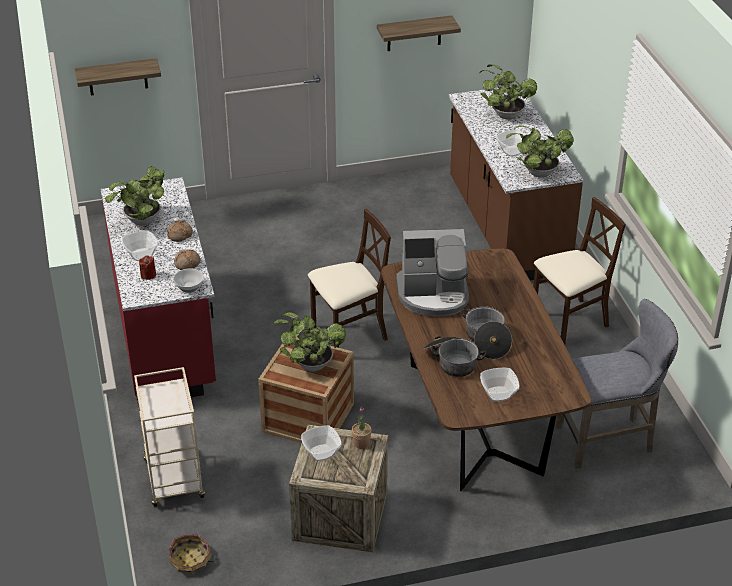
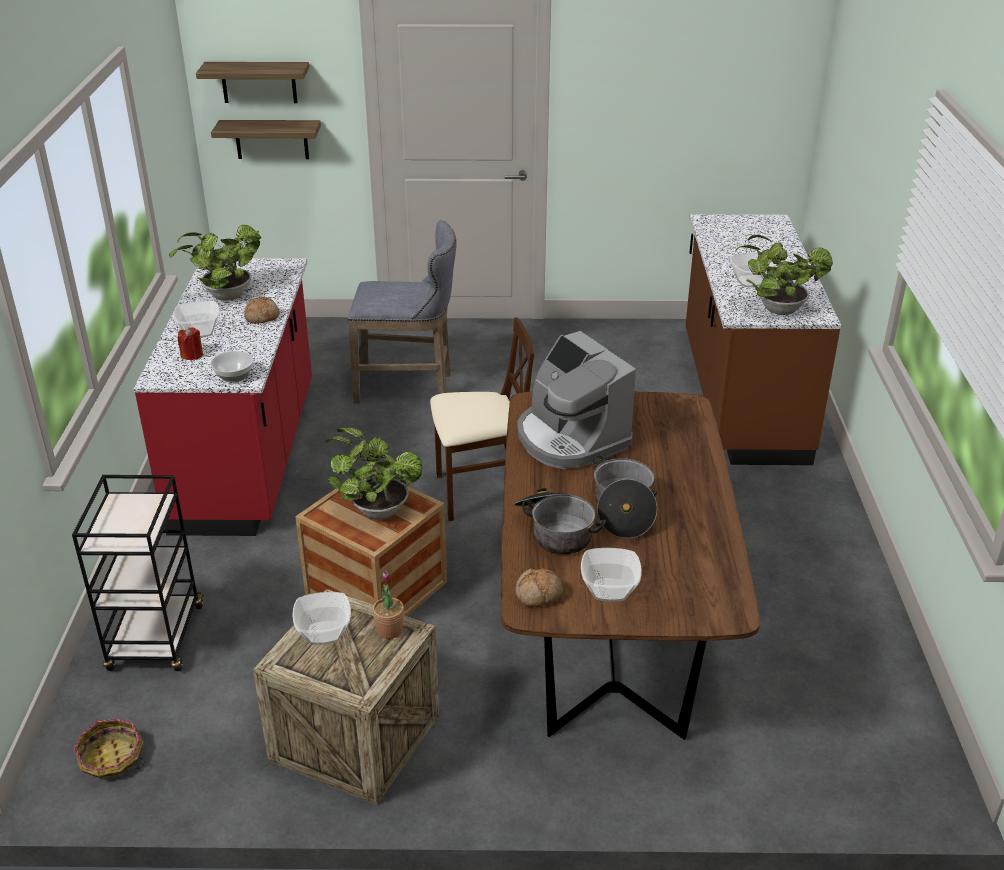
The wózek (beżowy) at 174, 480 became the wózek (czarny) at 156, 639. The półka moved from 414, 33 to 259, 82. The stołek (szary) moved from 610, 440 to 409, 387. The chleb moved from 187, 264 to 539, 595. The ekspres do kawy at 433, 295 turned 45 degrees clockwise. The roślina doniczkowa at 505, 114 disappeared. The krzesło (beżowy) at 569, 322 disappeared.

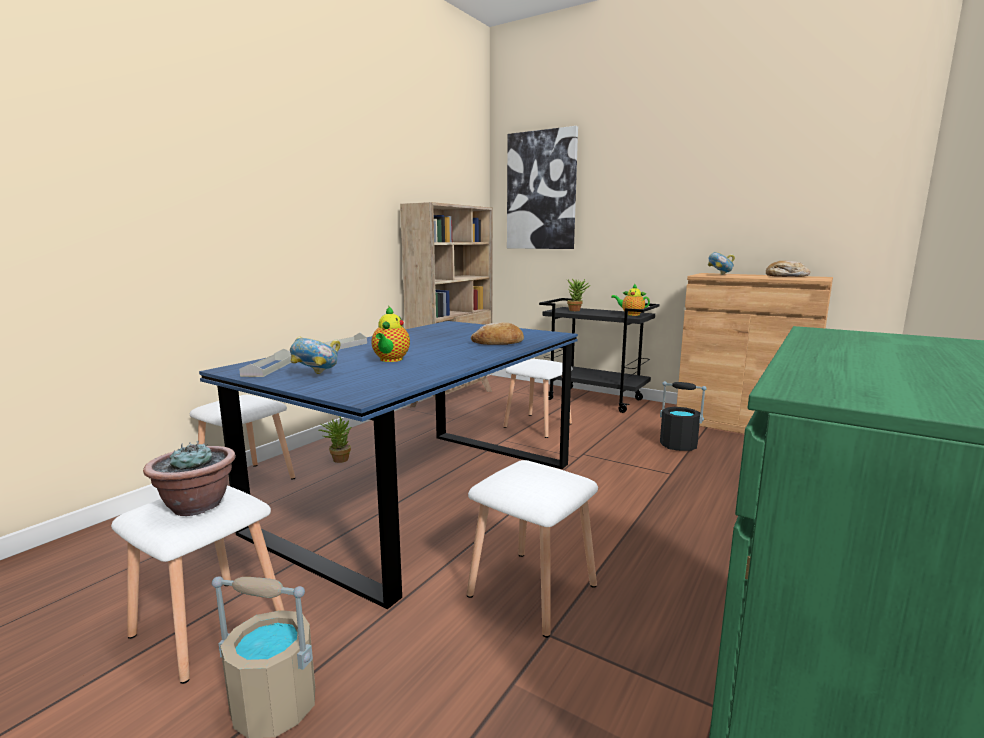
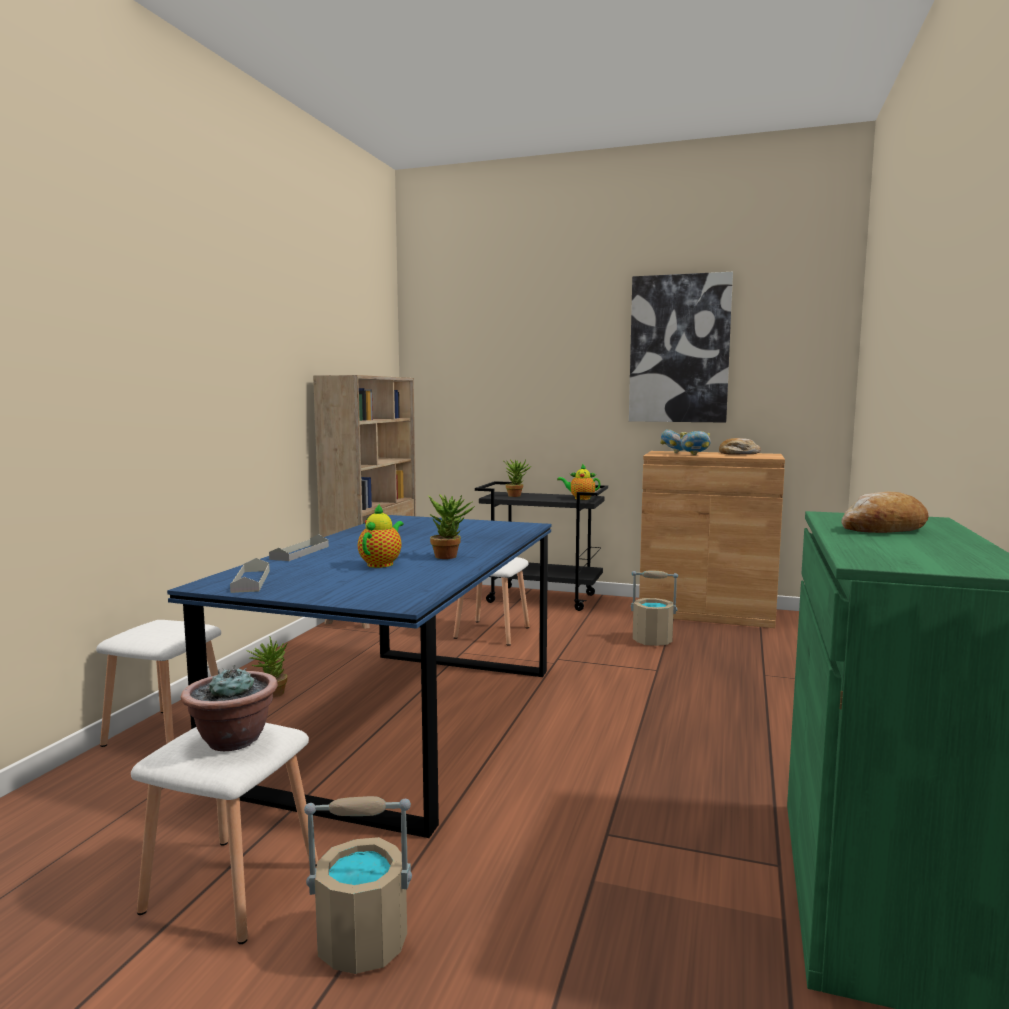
The imbryk at 390, 360 turned 150 degrees counterclockwise. The roślina doniczkowa at 450, 556 appeared. The obraz moved from 541, 191 to 679, 349. The wiadro (czarny) at 678, 445 became the wiadro (beżowy) at 653, 640. The miska moved from 316, 375 to 695, 455. The chleb moved from 498, 343 to 883, 529. The stołek (biały) at 532, 592 disappeared.

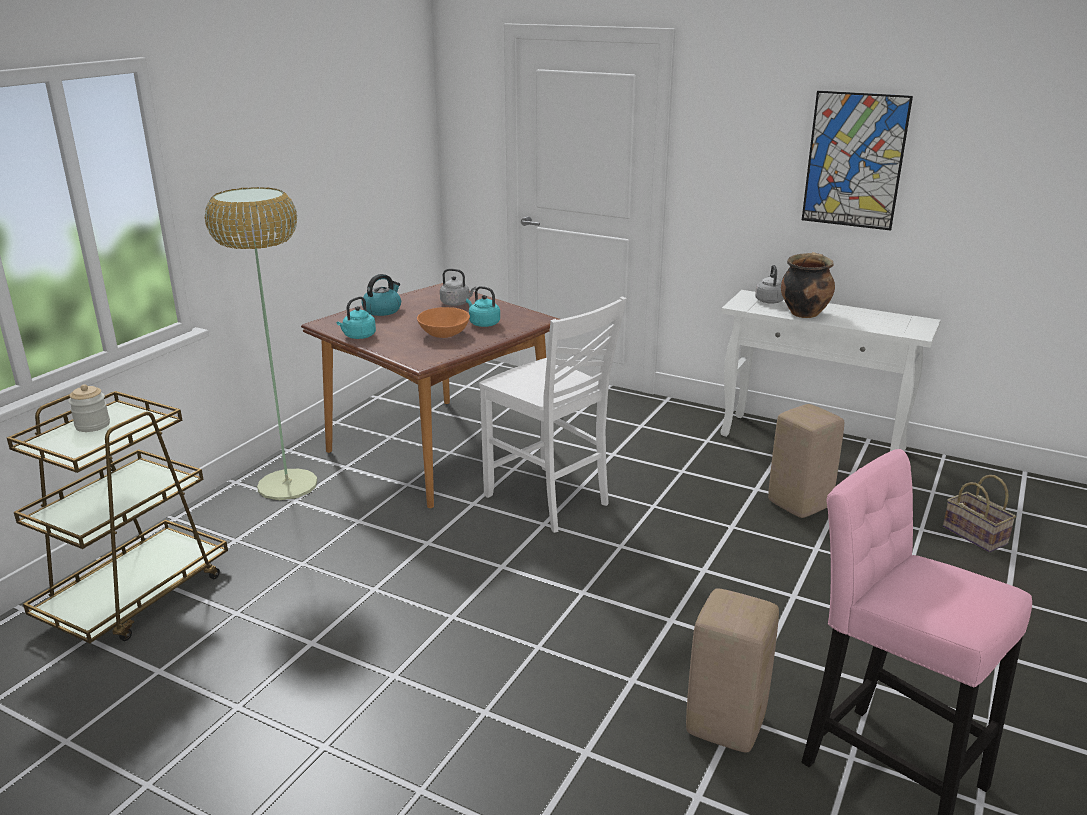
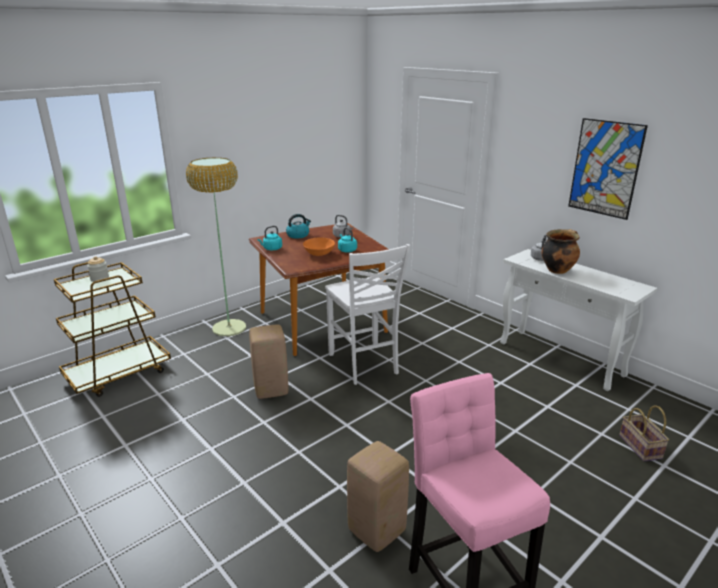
The stołek (beżowy) moved from 800, 504 to 272, 390.

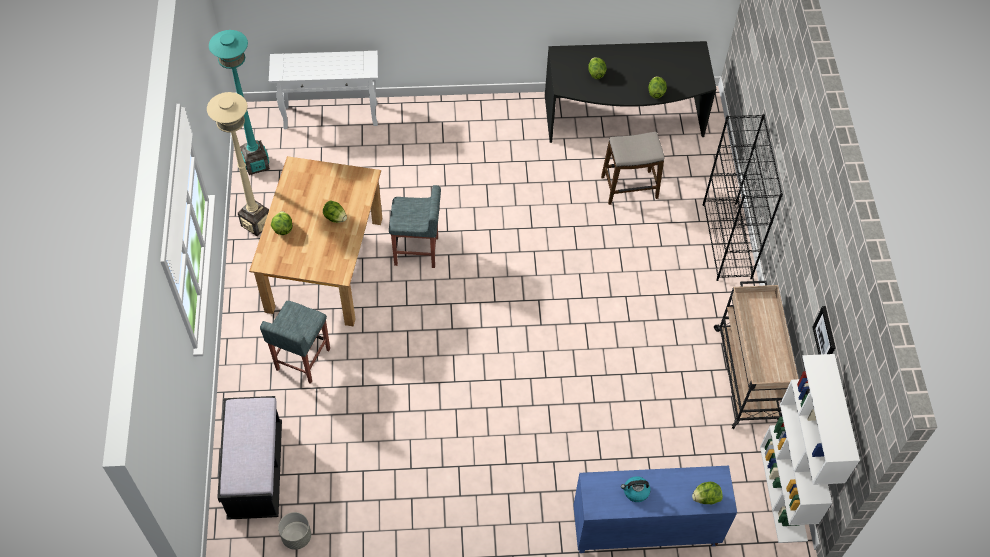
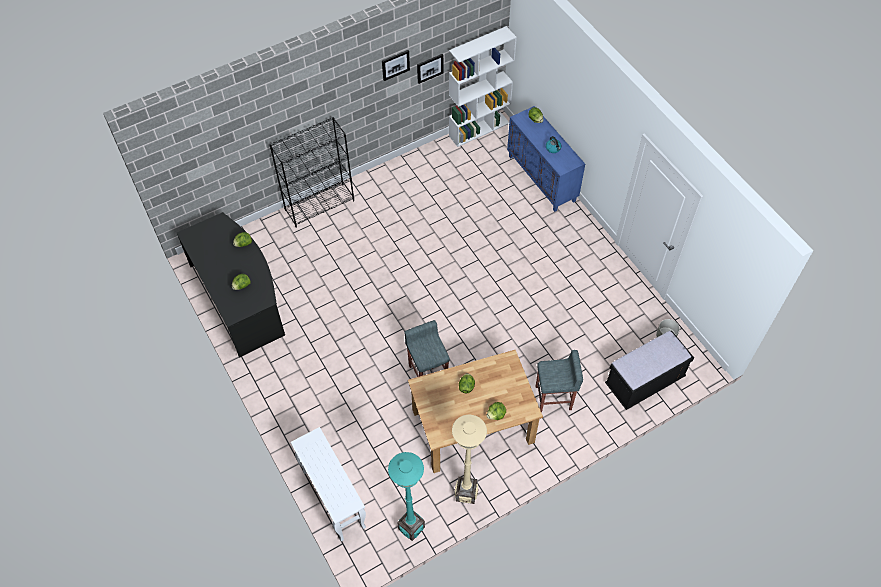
The obraz at 395, 64 appeared. The stołek at 629, 188 disappeared. The wózek (beżowy) at 747, 375 disappeared.

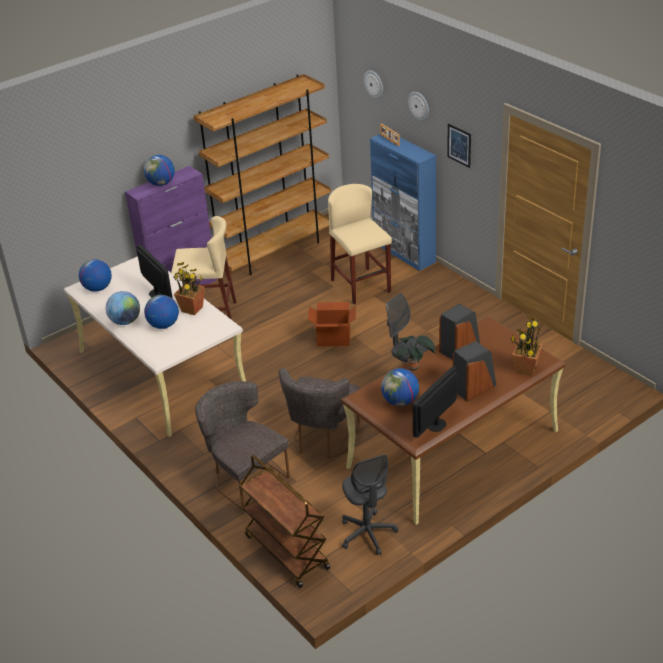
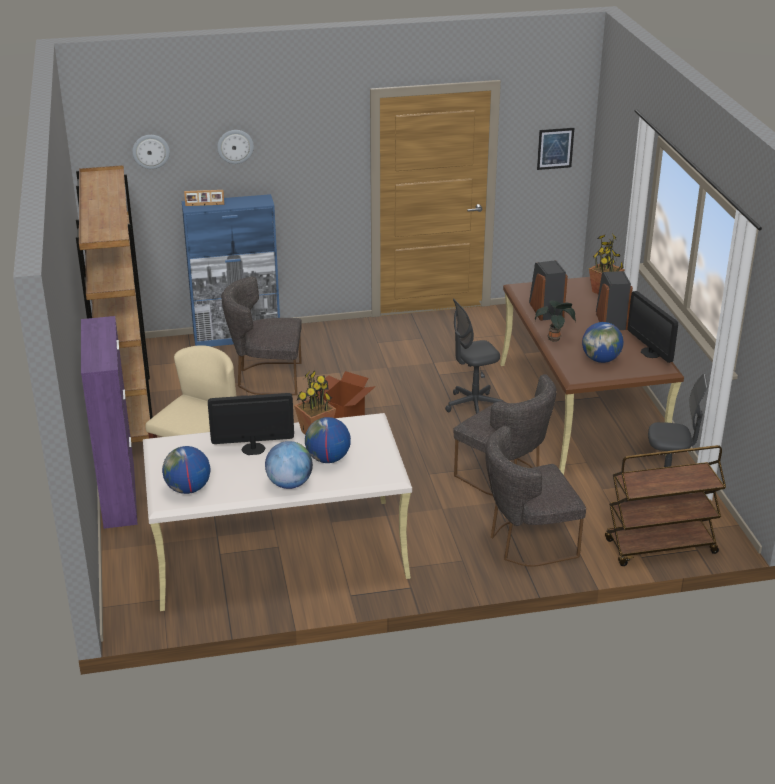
The stołek (beżowy) at 360, 286 was replaced by the krzesło (szary) at 266, 378. The obraz moved from 459, 145 to 555, 148. The globus at 161, 184 disappeared.

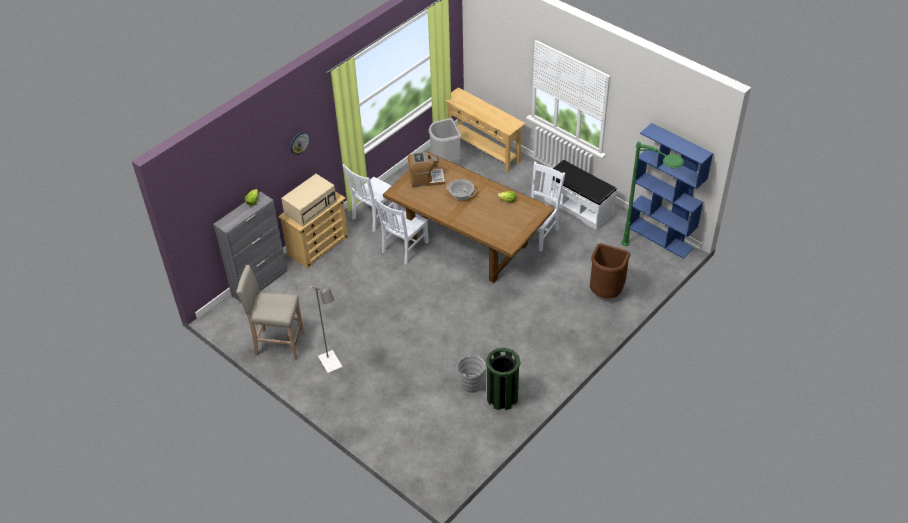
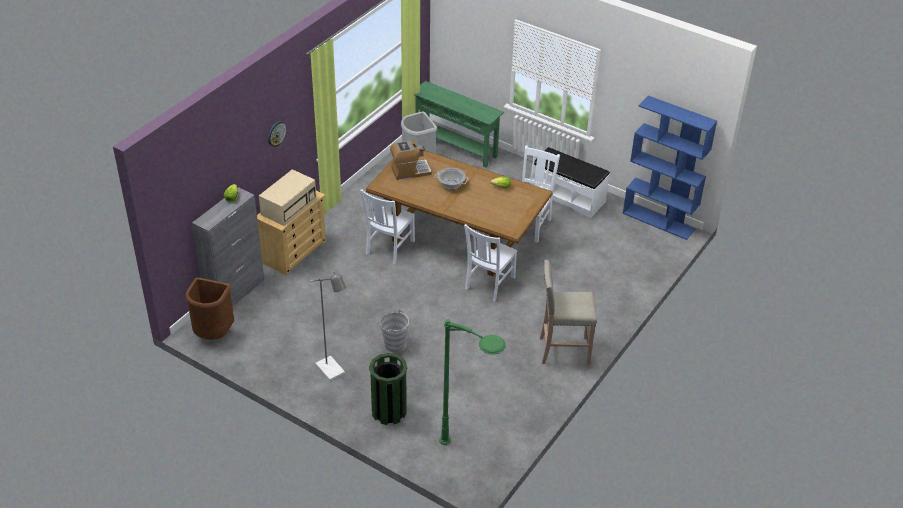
The kosz na śmieci (brązowy) moved from 605, 292 to 213, 334. The kosz na śmieci (zielony) moved from 502, 397 to 389, 411. The wiadro (szary) moved from 471, 385 to 395, 345. The stolik konsolowy (beżowy) at 483, 150 became the stolik konsolowy (zielony) at 455, 147. The lampa stojąca (zielony) moved from 647, 258 to 473, 459. The krzesło (biały) moved from 373, 216 to 489, 284. The stołek (beżowy) moved from 278, 344 to 563, 350.

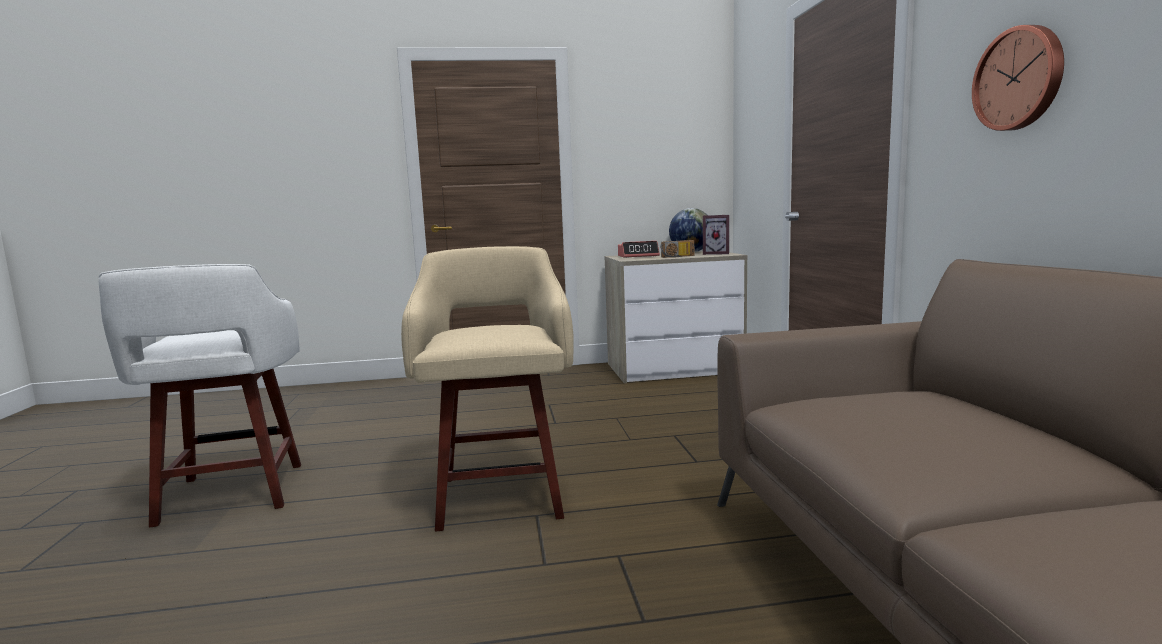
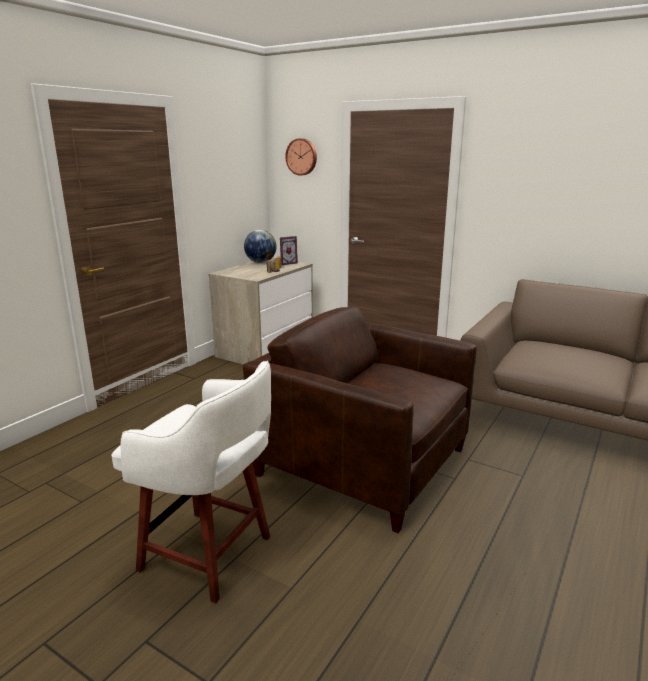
The stołek (beżowy) at 500, 494 was replaced by the fotel (brązowy) at 363, 462. The zegar ścienny moved from 1020, 79 to 302, 157. The budzik at 638, 256 disappeared.

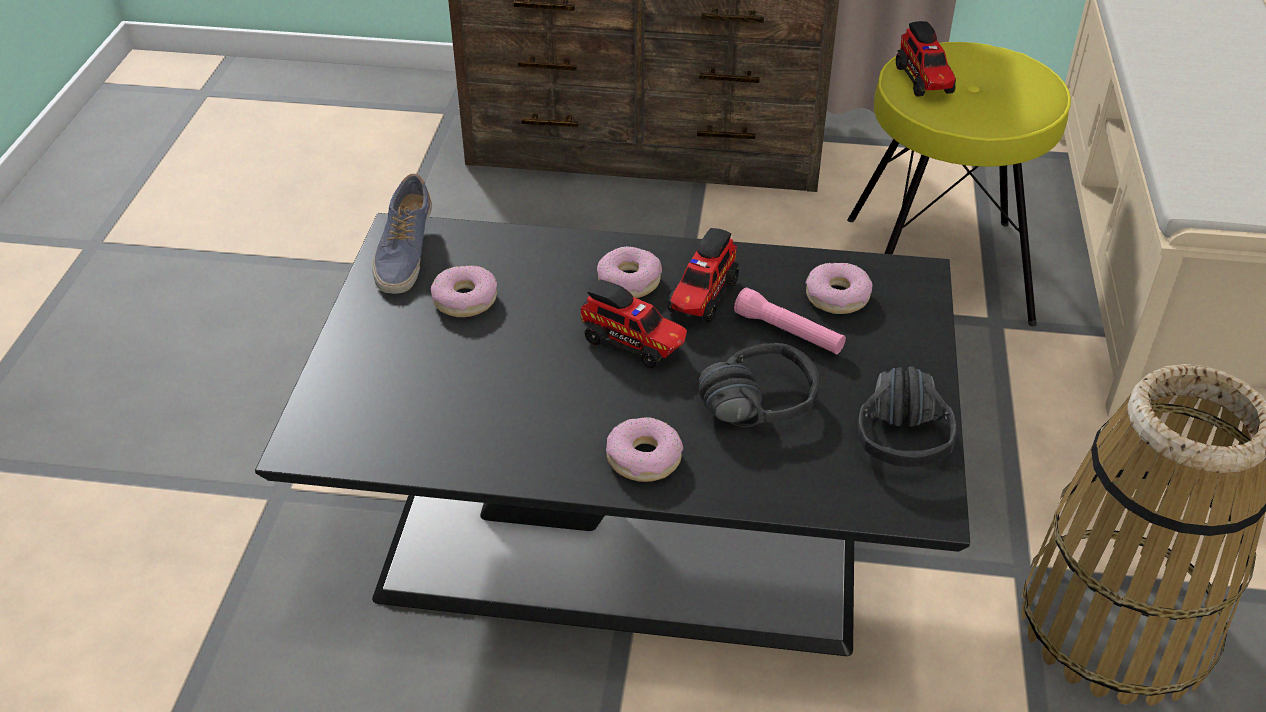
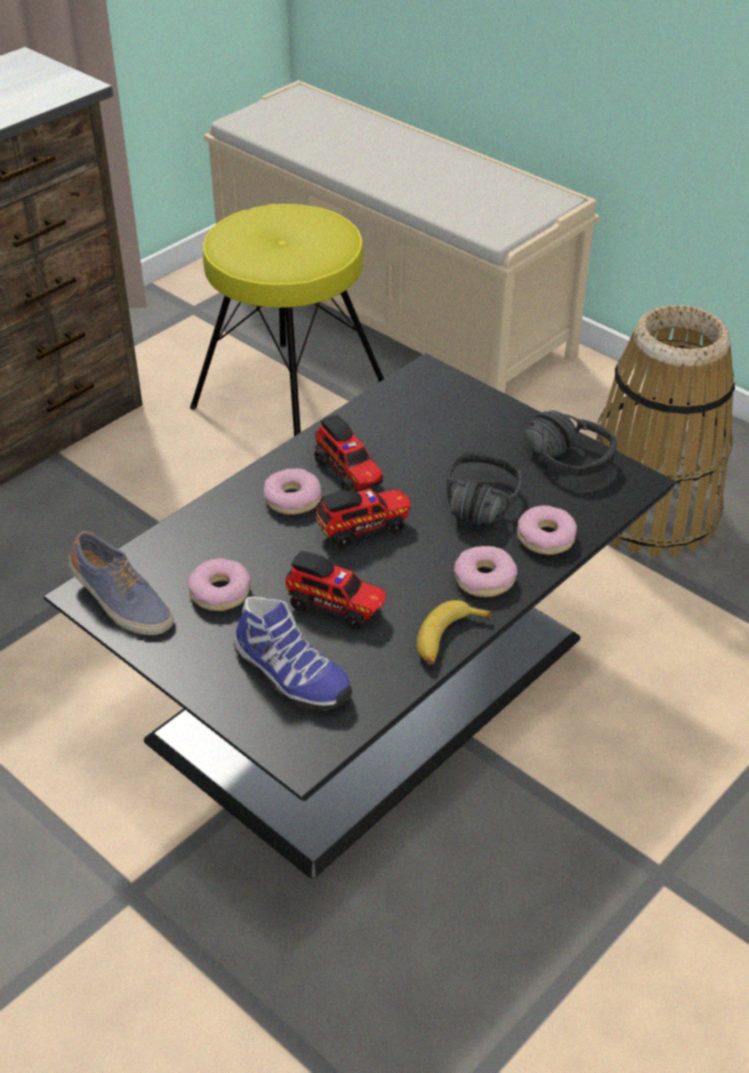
The but at 289, 676 appeared. The ciężarówka zabawkowa moved from 924, 81 to 337, 607. The banan at 448, 639 appeared. The donut moved from 837, 296 to 545, 537. The latarka (różowy) at 788, 332 disappeared.

